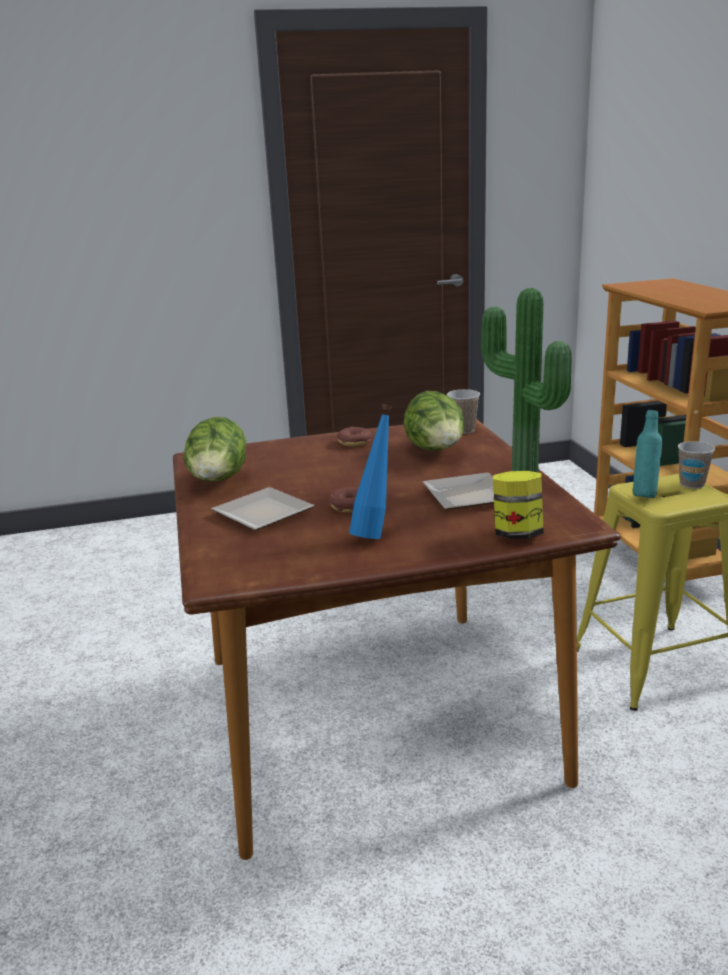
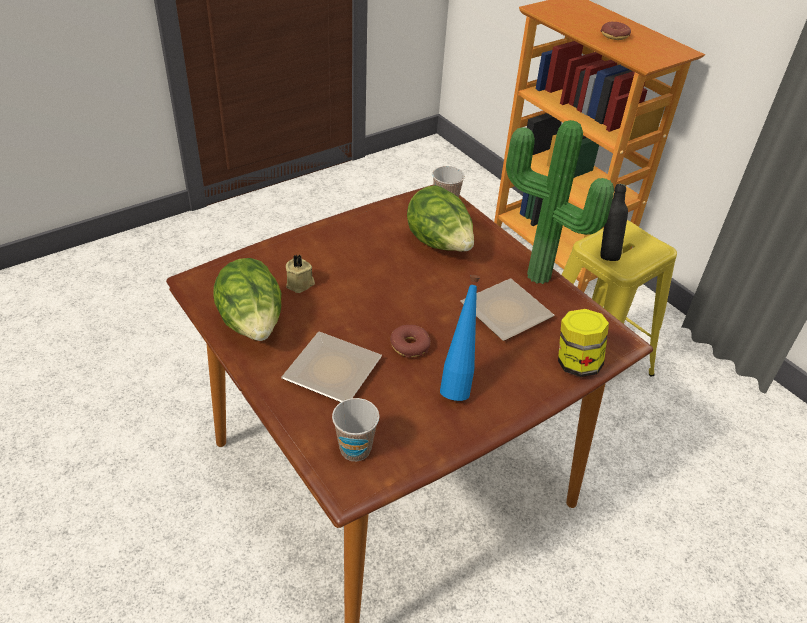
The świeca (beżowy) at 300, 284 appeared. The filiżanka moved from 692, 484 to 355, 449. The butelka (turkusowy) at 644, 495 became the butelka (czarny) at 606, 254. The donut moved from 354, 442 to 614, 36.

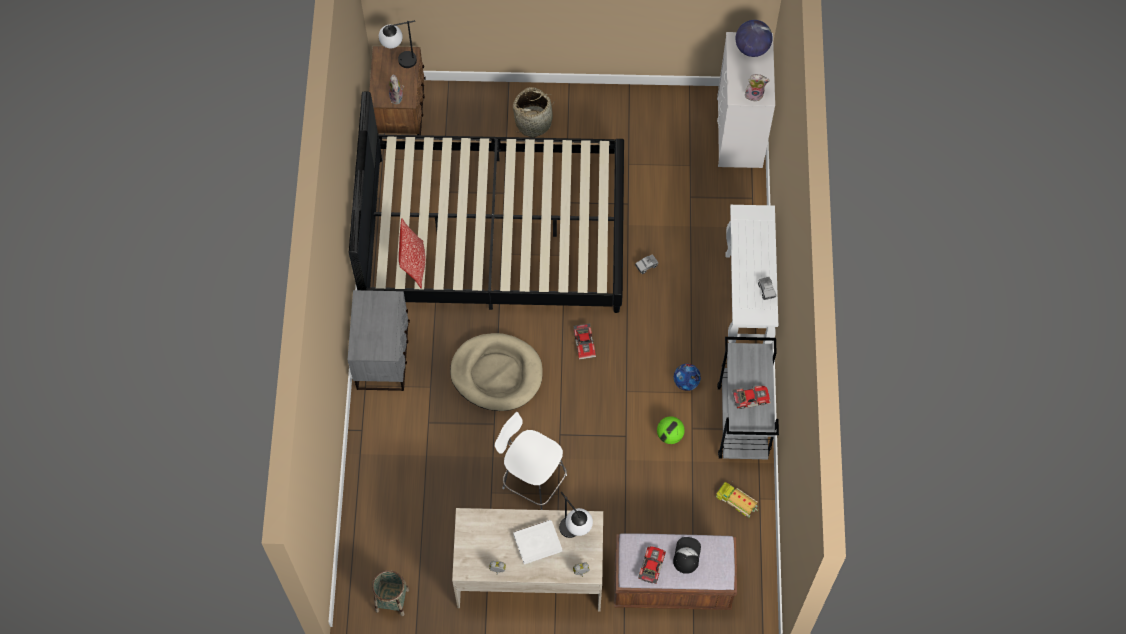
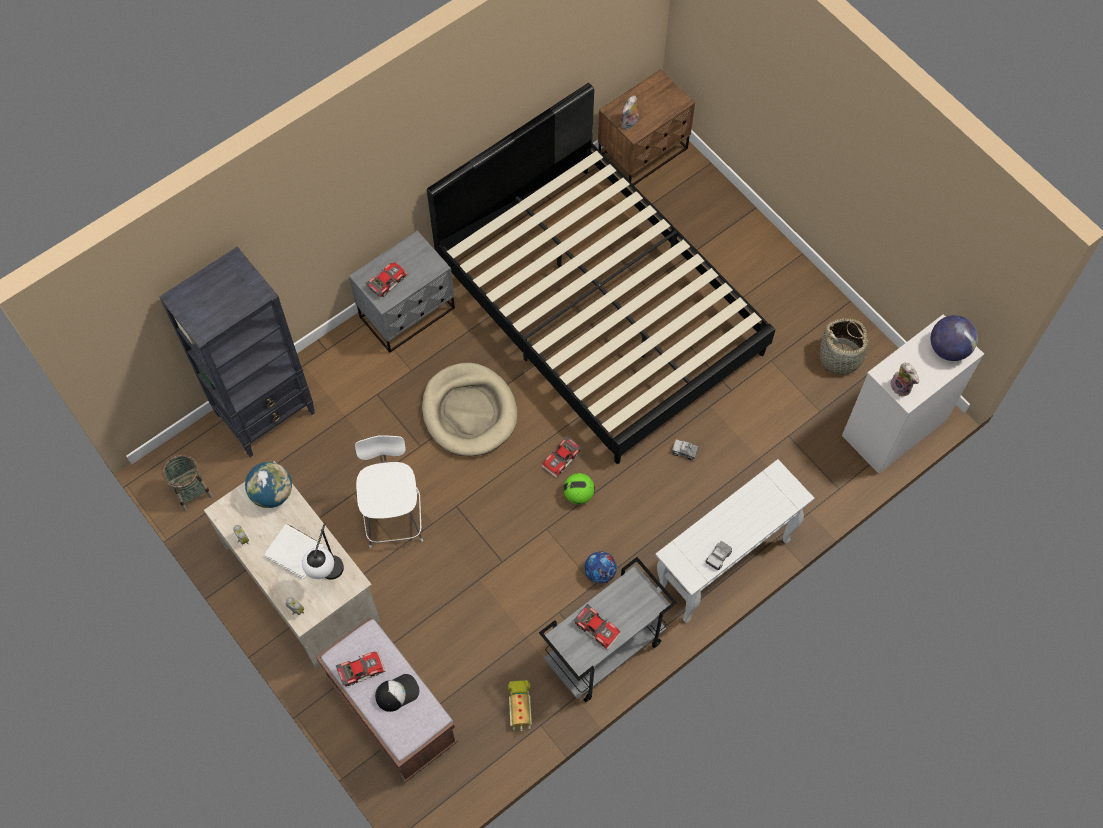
The regał (czarny) at 266, 413 appeared. The globus at 272, 493 appeared. The samochodzik at 386, 281 appeared. The piłka futbolowa moved from 669, 435 to 578, 494. The koszyk moved from 534, 122 to 840, 357. The lampa stołowa at 399, 62 disappeared. The poduszka at 414, 264 disappeared.

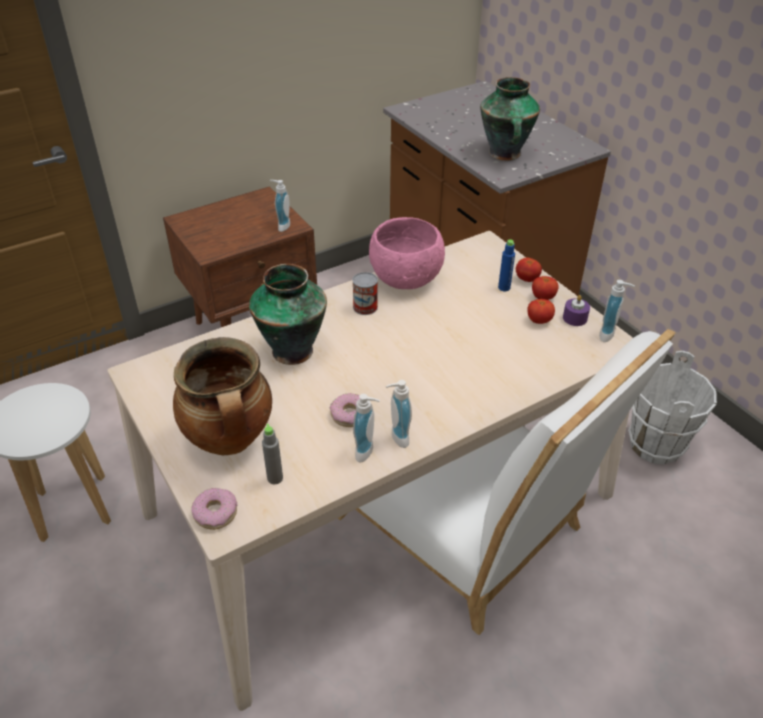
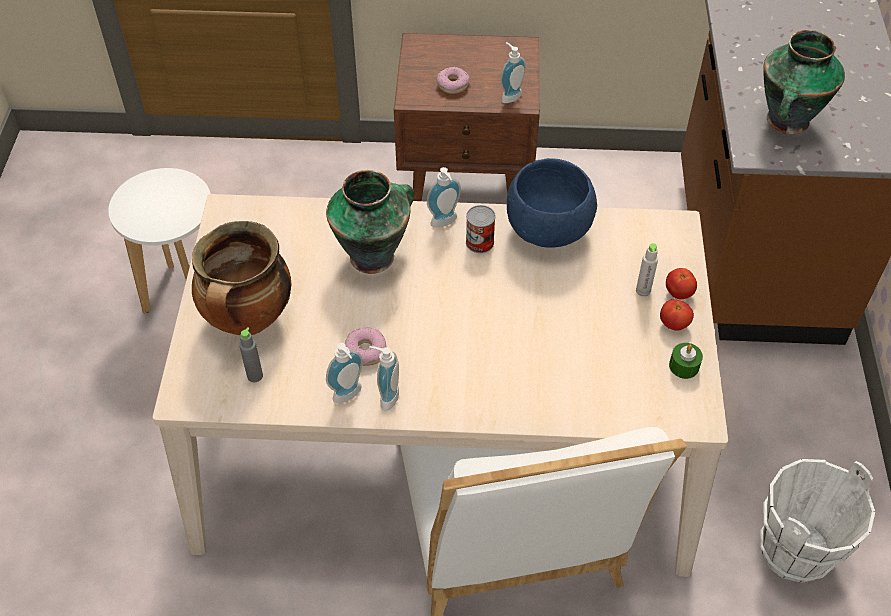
The dozownik mydła moved from 609, 335 to 445, 223. The donut moved from 216, 513 to 453, 84. The miska (różowy) at 404, 279 became the miska (niebieski) at 547, 229. The butelka (niebieski) at 504, 287 became the butelka (szary) at 643, 291. The świeca (fioletowy) at 575, 318 became the świeca (zielony) at 684, 366. The pomidor at 539, 321 disappeared.

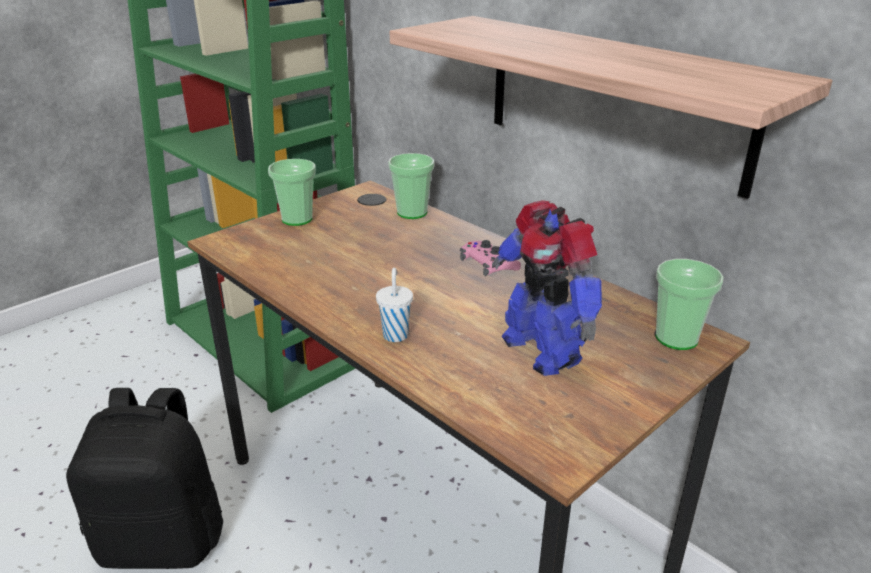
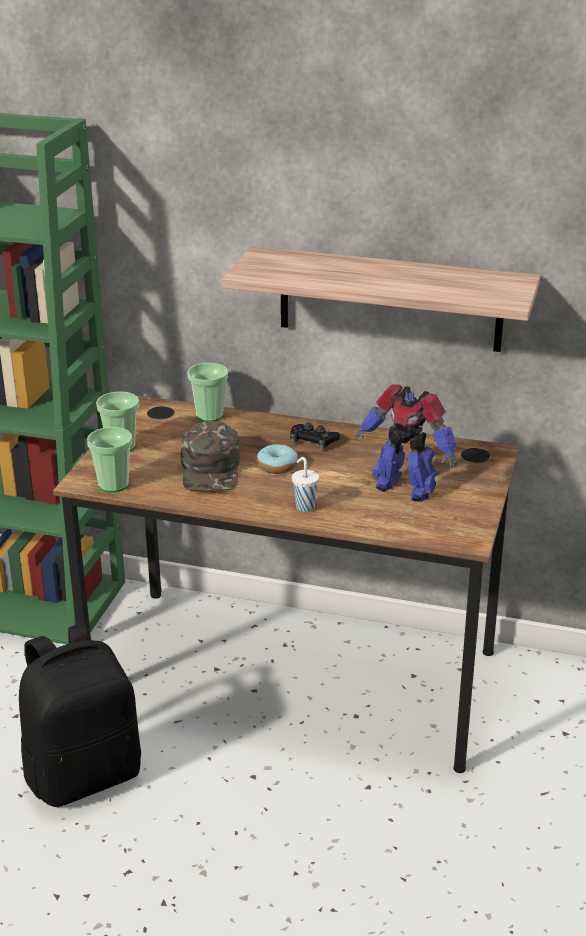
The filiżanka moved from 676, 338 to 113, 485. The czapka z daszkiem (zielony) at 211, 469 appeared. The donut at 277, 466 appeared. The pad do gier (różowy) at 488, 264 became the pad do gier (czarny) at 313, 441.

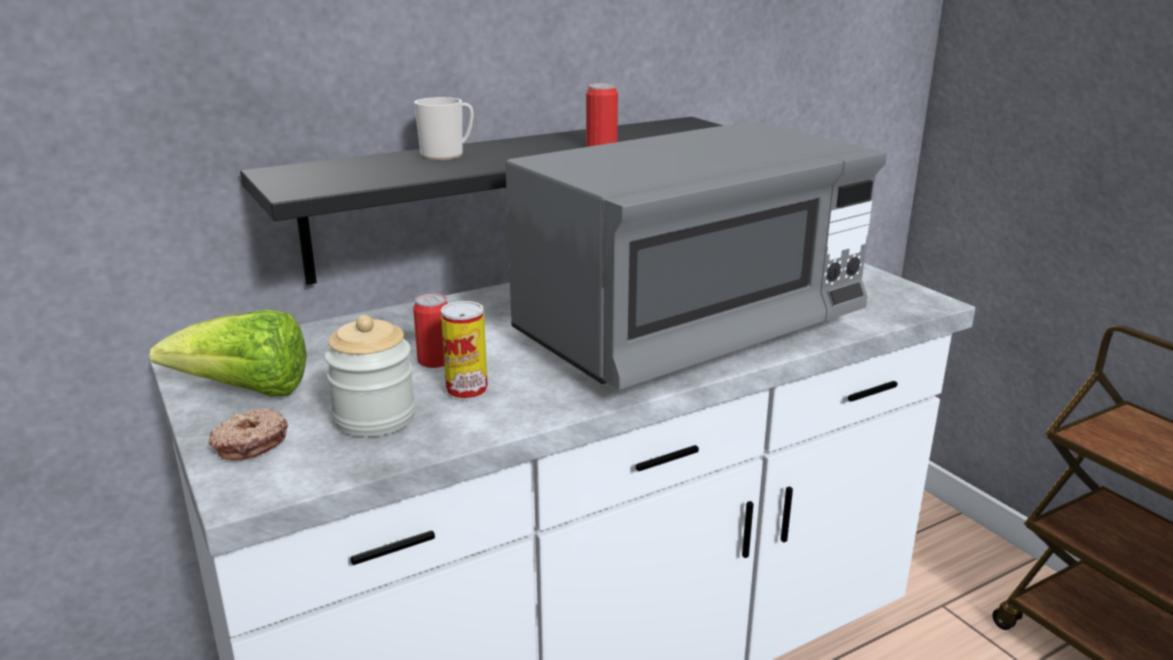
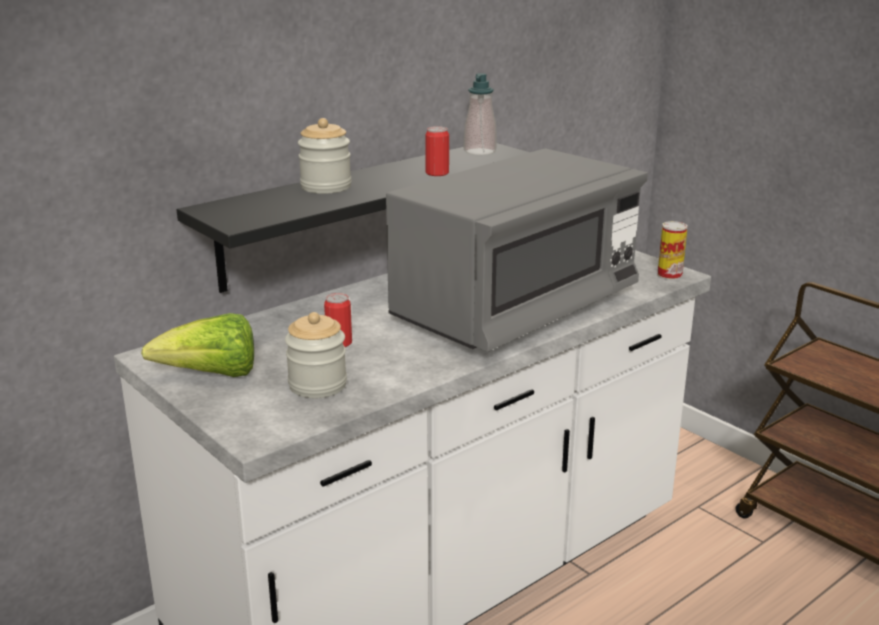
The kubek at 447, 155 was replaced by the słoik at 326, 187. The dozownik mydła at 479, 151 appeared. The puszka moved from 467, 391 to 669, 275. The donut at 250, 443 disappeared.

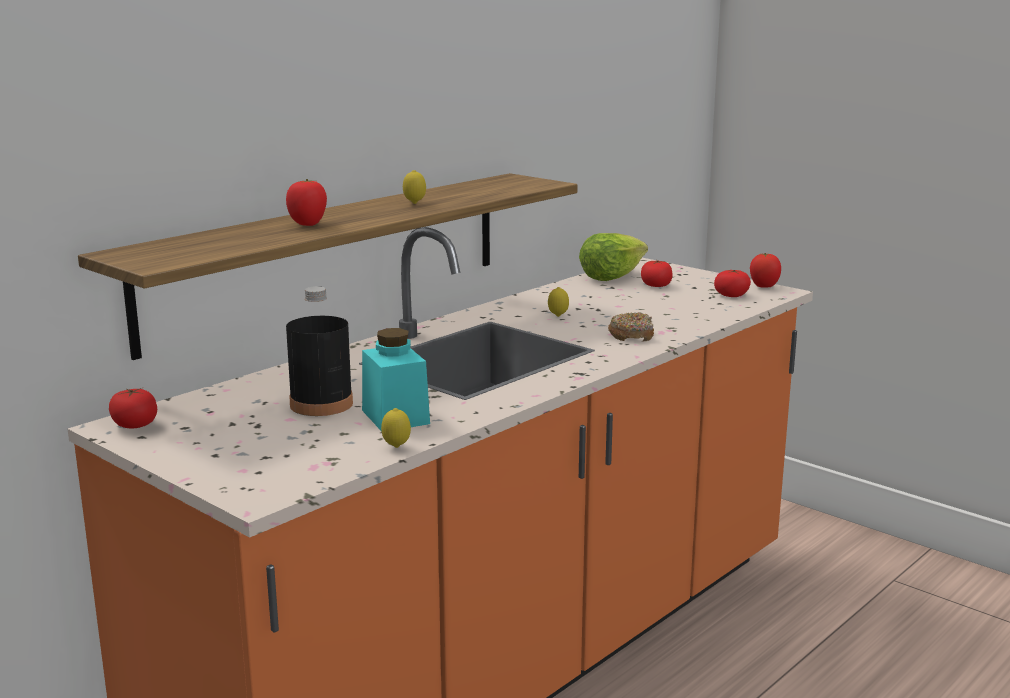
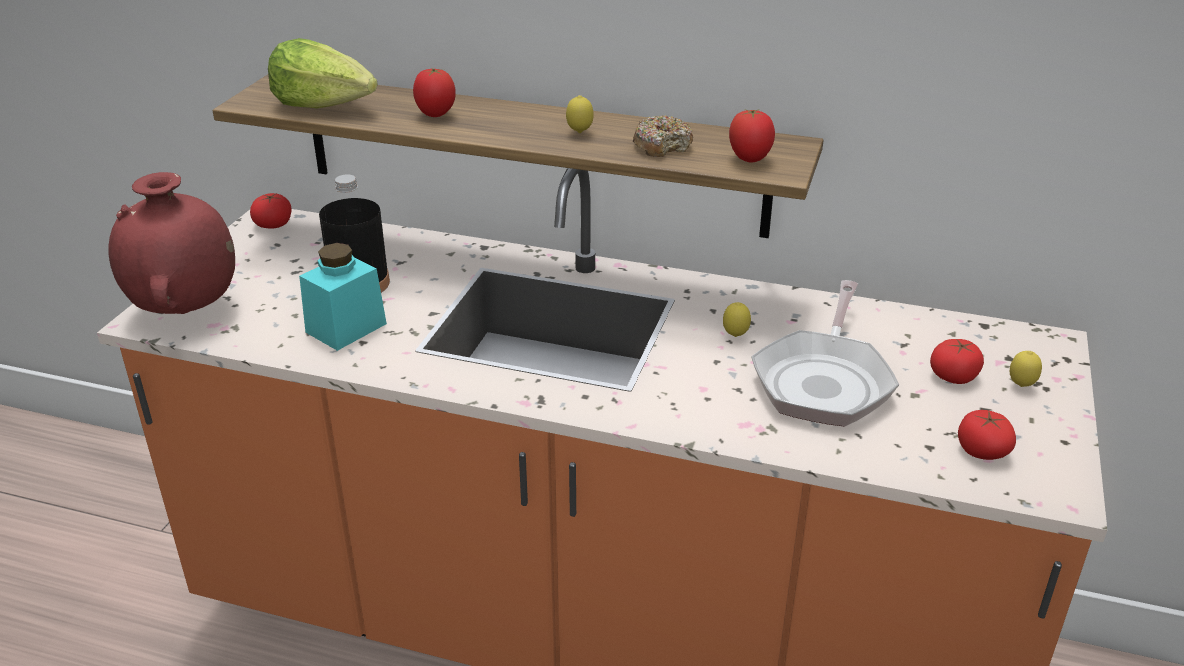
The wazon (czerwony) at 186, 311 appeared. The sałata moved from 611, 276 to 324, 105. The donut moved from 631, 335 to 662, 146. The pomidor moved from 763, 287 to 749, 159. The patelnia at 824, 380 appeared. The cytryna moved from 396, 447 to 1021, 386.

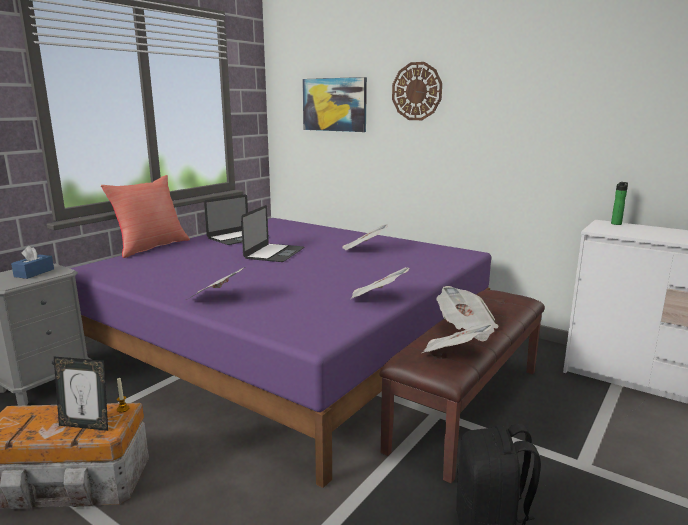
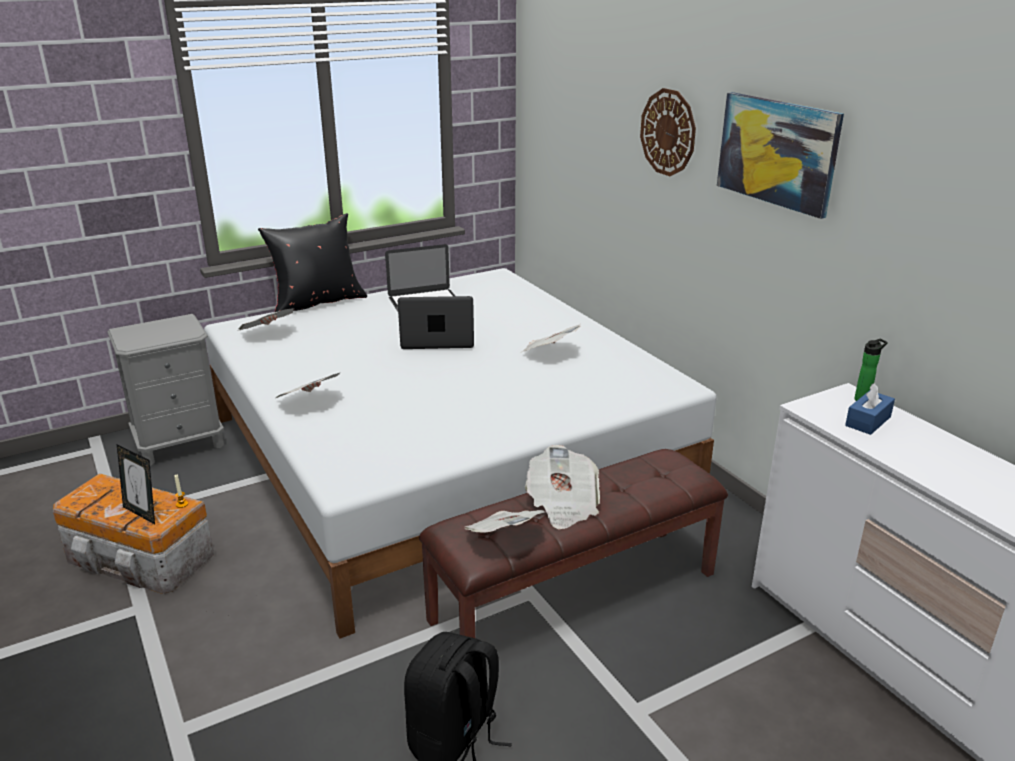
The łóżko (fioletowy) at 290, 347 became the łóżko (biały) at 444, 457. The gazeta moved from 377, 298 to 267, 334. The poduszka (czerwony) at 151, 247 became the poduszka (czarny) at 317, 302. The laptop at 274, 253 turned 135 degrees counterclockwise. The obraz moved from 334, 104 to 777, 152. The pudełko chusteczek (niebieski) moved from 34, 273 to 868, 421.

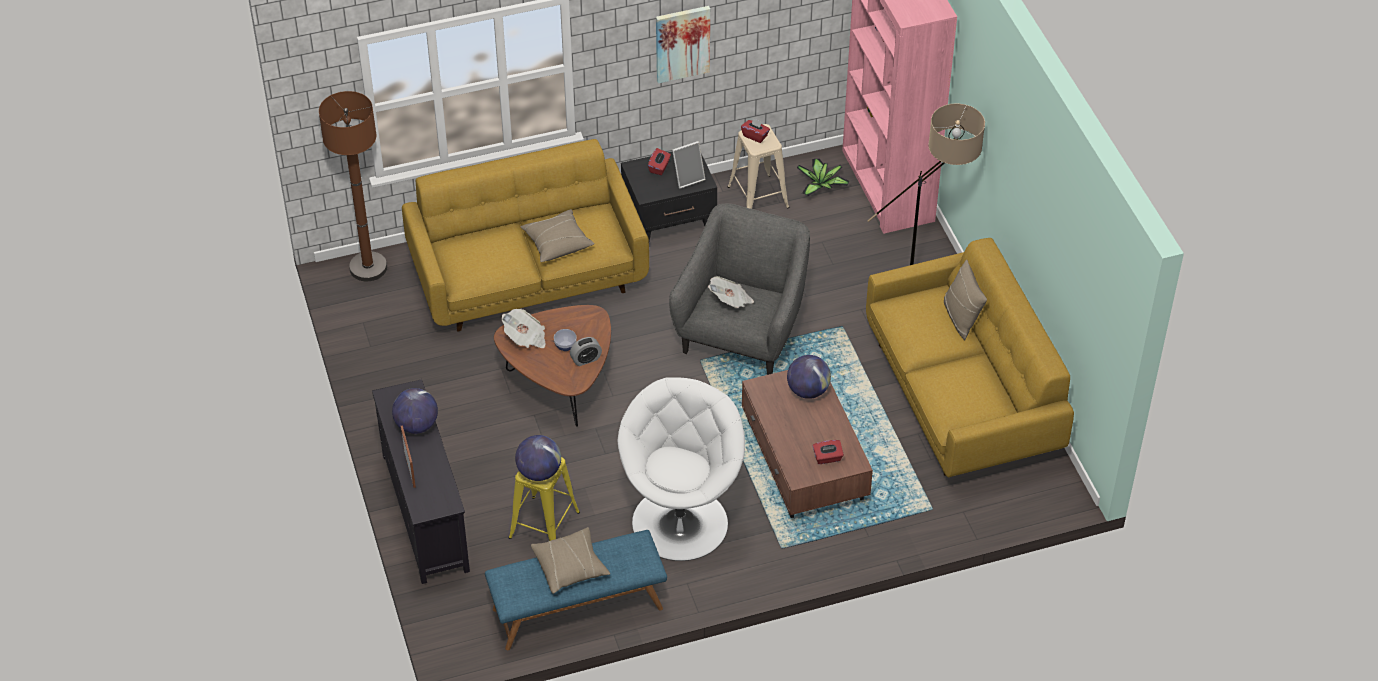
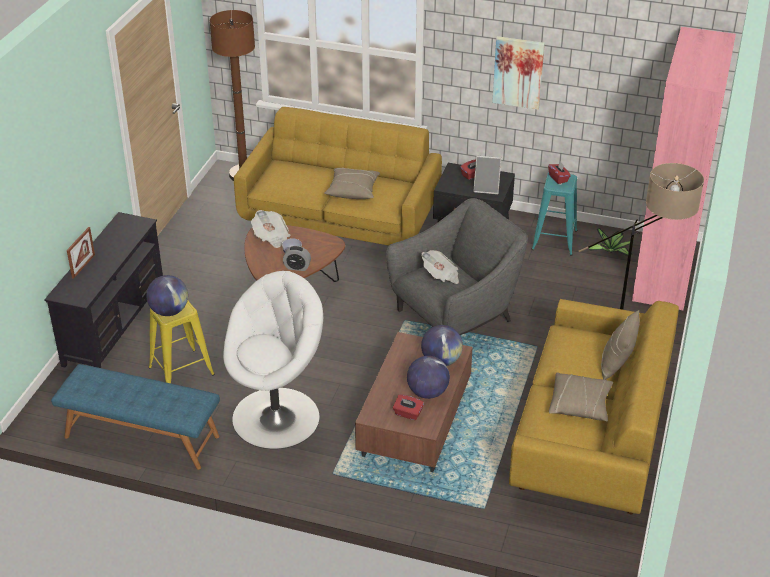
The globus moved from 416, 425 to 427, 392. The stołek (beżowy) at 758, 197 became the stołek (turkusowy) at 554, 240. The poduszka (beżowy) moved from 570, 567 to 580, 405.

